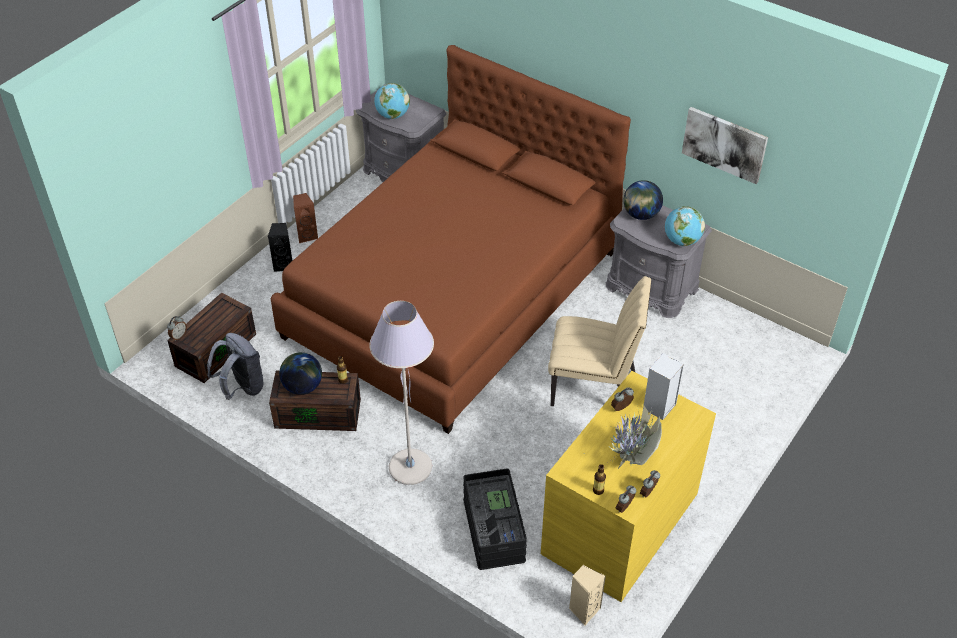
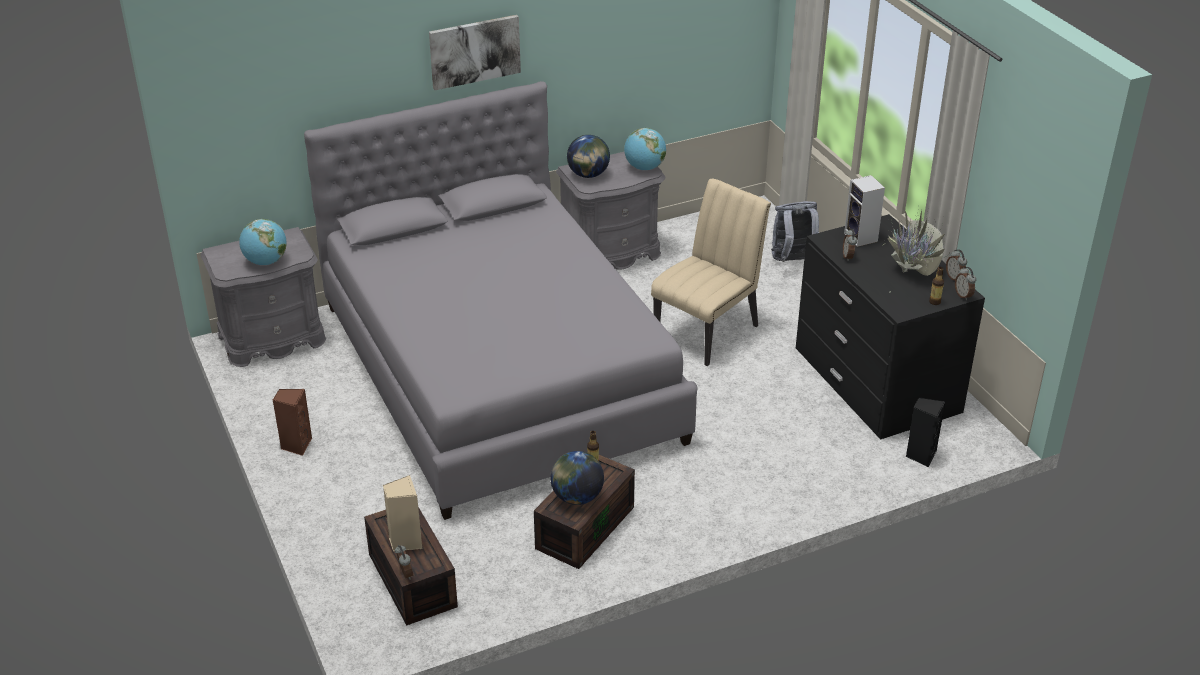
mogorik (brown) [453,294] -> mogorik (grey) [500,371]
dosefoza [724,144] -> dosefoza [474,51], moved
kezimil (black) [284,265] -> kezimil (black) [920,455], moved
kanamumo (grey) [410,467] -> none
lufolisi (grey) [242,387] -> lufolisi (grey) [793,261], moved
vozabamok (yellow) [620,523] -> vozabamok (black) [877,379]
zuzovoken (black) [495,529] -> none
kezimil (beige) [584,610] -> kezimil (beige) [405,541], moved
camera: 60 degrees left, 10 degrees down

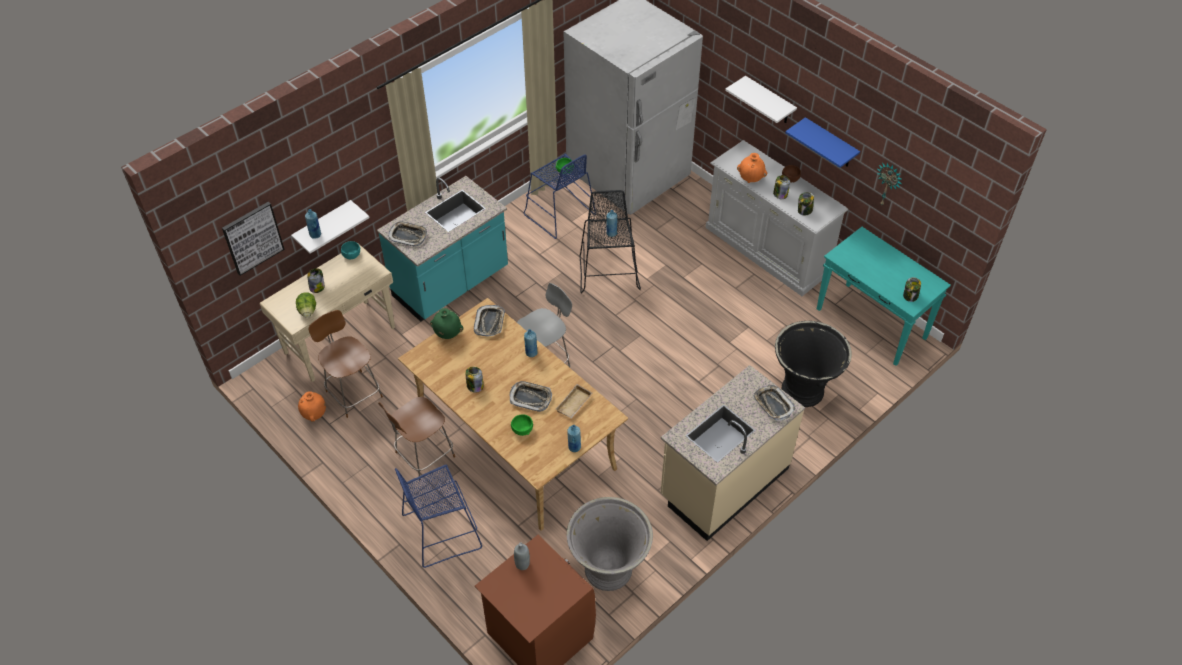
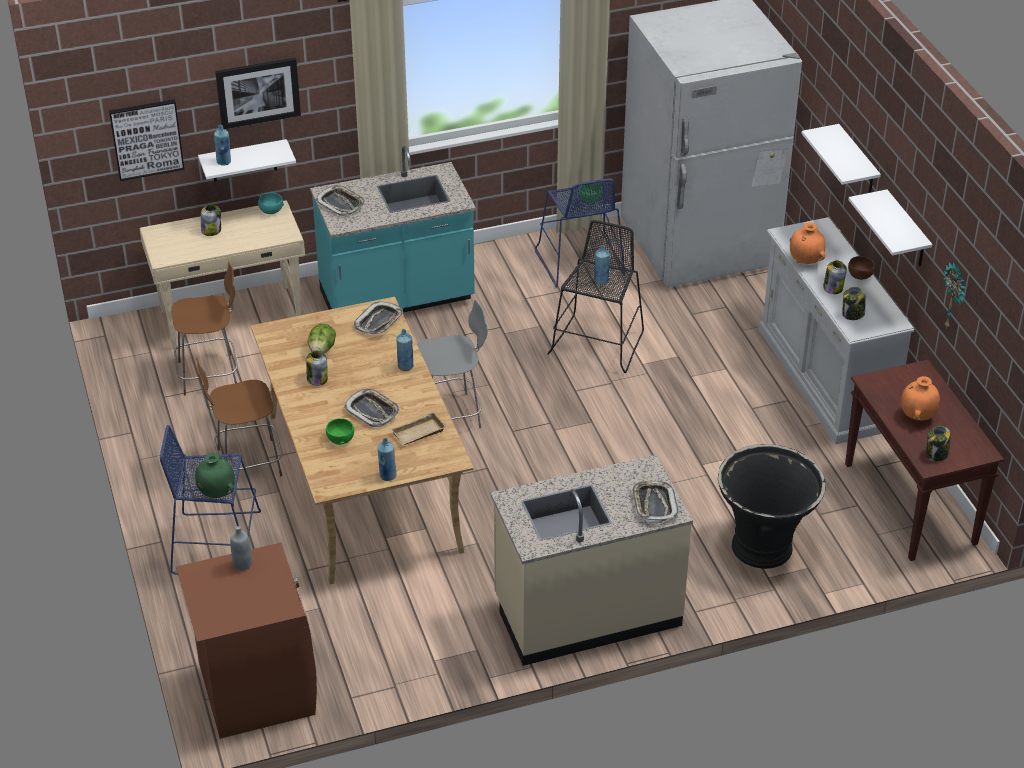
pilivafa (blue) [830,144] -> pilivafa (white) [907,231]
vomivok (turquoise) [872,324] -> vomivok (brown) [911,504]
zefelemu [308,311] -> zefelemu [322,349], moved
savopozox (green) [447,334] -> savopozox (green) [216,493], moved
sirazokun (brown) [353,392] -> sirazokun (brown) [210,374], 90 degrees clockwise
savopozox (orange) [314,415] -> savopozox (orange) [917,416], moved
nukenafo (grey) [608,570] -> none
none -> dosefoza [258,92]
camera: 25 degrees right, 10 degrees down

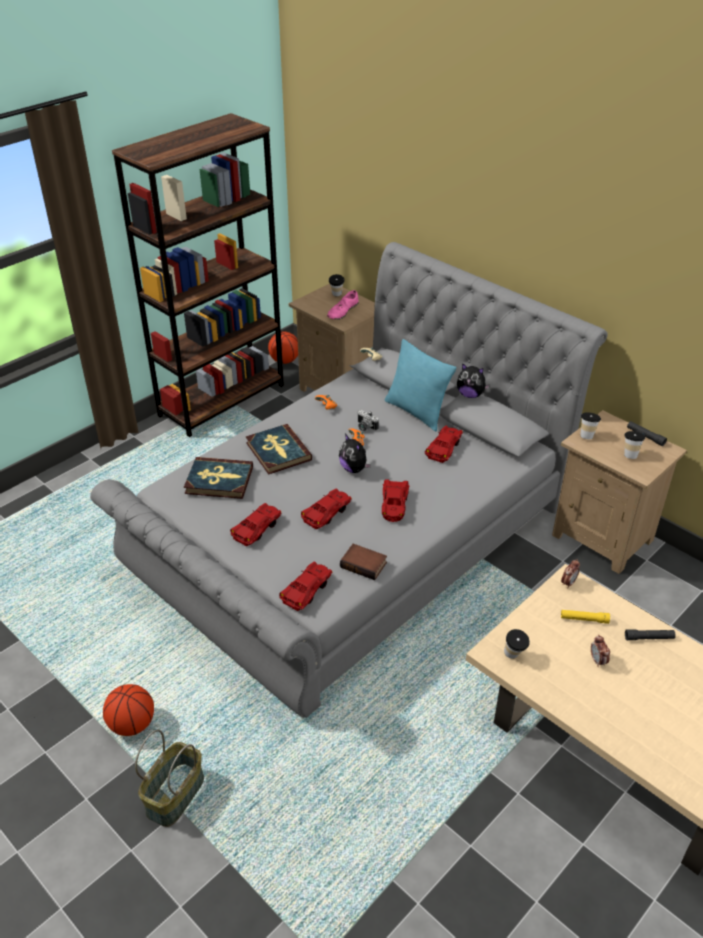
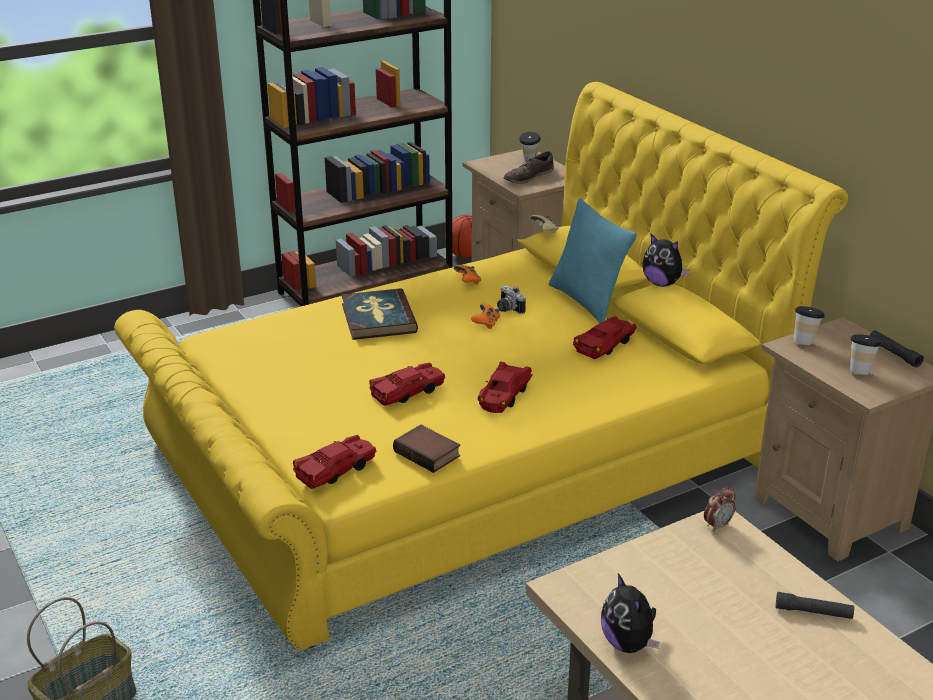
mogorik (grey) [351,533] -> mogorik (yellow) [466,452]
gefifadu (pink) [342,311] -> gefifadu (brown) [528,177]
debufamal [354,469] -> debufamal [628,643], moved
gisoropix [219,480] -> none
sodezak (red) [257,529] -> none
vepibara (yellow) [584,619] -> none
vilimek [514,656] -> none
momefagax [597,661] -> none
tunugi [132,724] -> none
camera: 15 degrees right, 10 degrees down

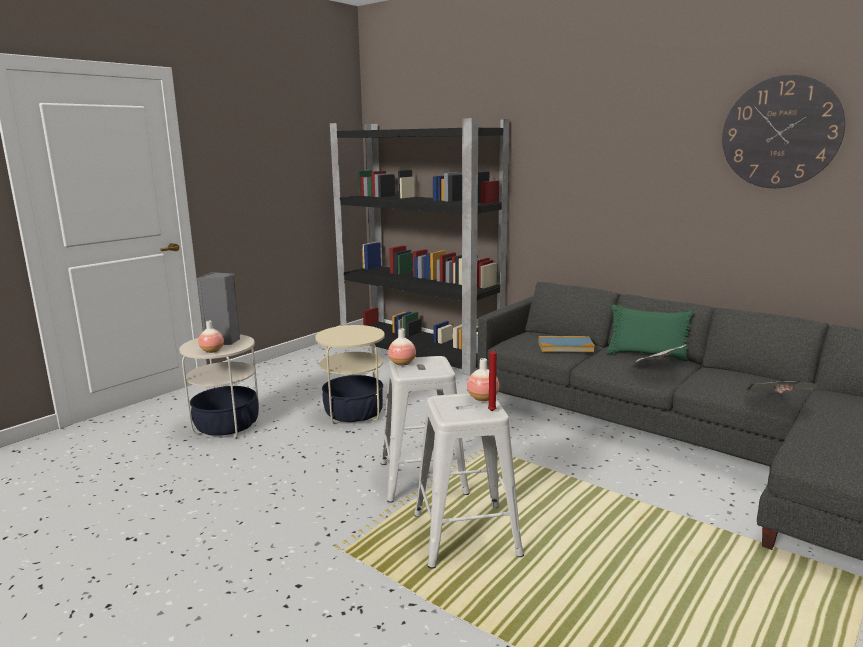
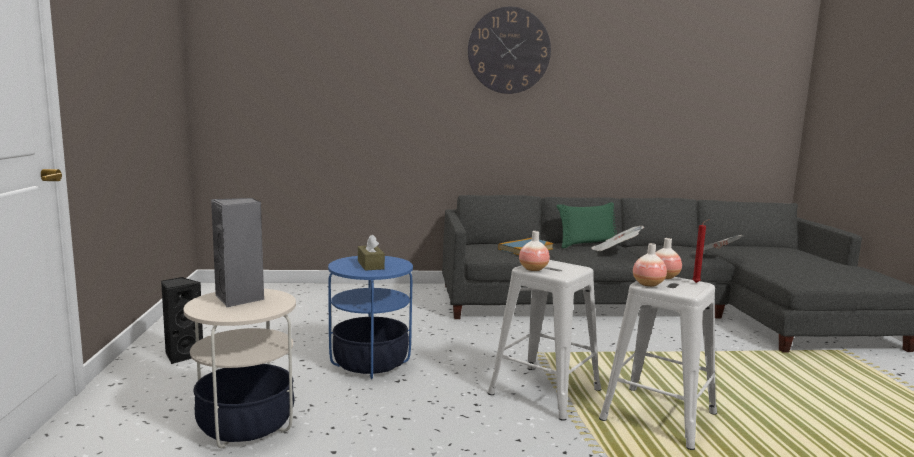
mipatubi [780,132] -> mipatubi [509,50], moved
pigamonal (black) [419,350] -> none
savopozox [212,351] -> savopozox [648,284], moved
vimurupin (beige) [354,414] -> vimurupin (blue) [370,365]
none -> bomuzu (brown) [370,265]
none -> kezimil (black) [182,355]
camera: 45 degrees left, 5 degrees down

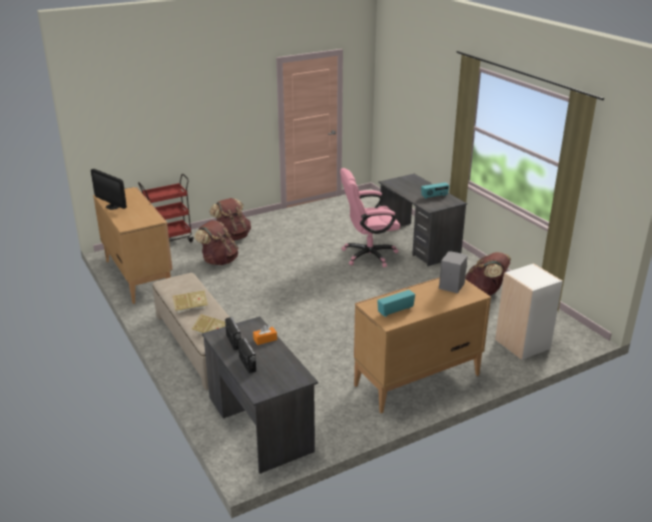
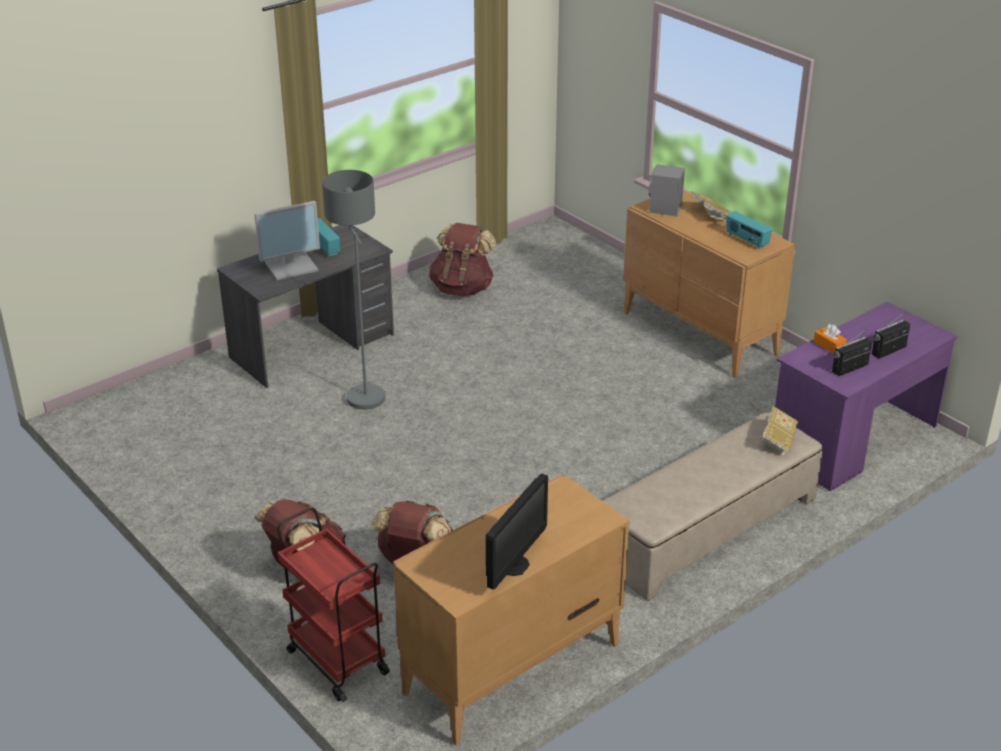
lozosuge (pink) [369,255] -> kanamumo (grey) [362,392]
pigamonal [522,344] -> none
gisoropix [190,308] -> gisoropix [709,215], moved
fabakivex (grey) [260,424] -> fabakivex (purple) [853,440]
none -> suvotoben [292,266]
camera: 100 degrees left, 5 degrees up

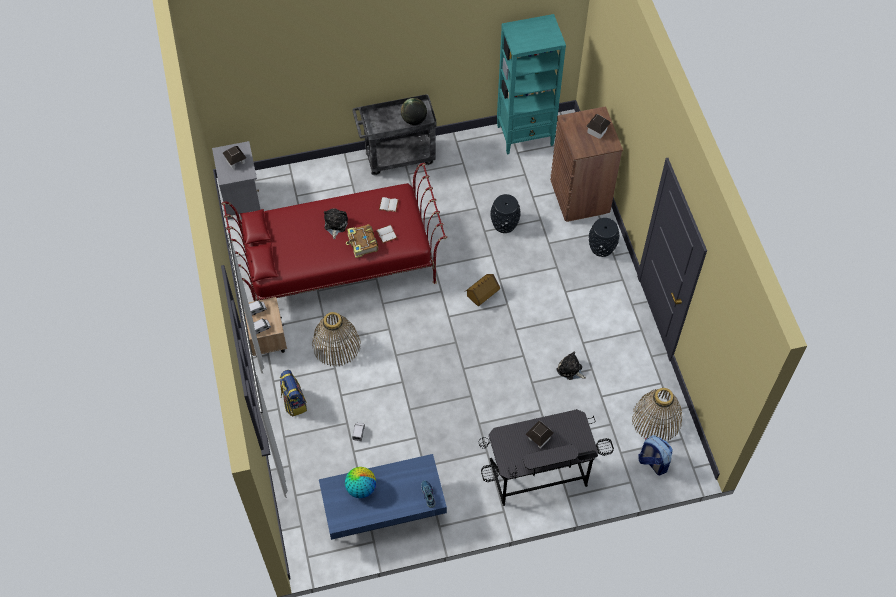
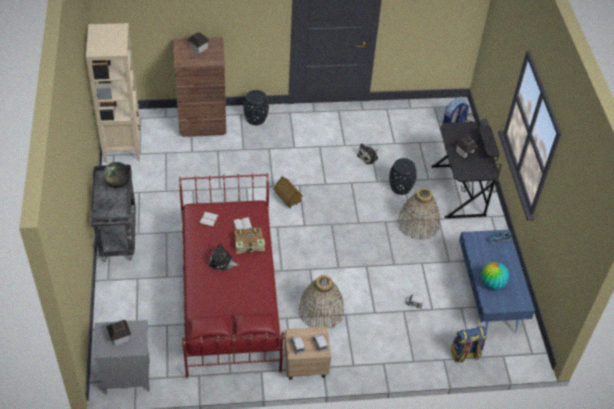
pigamonal (turquoise) [525,135] -> pigamonal (beige) [123,145]
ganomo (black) [504,224] -> ganomo (black) [400,187], moved
lufolisi [294,402] -> lufolisi [465,354], moved
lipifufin [656,419] -> lipifufin [418,223], moved
camera: 85 degrees left, 10 degrees down

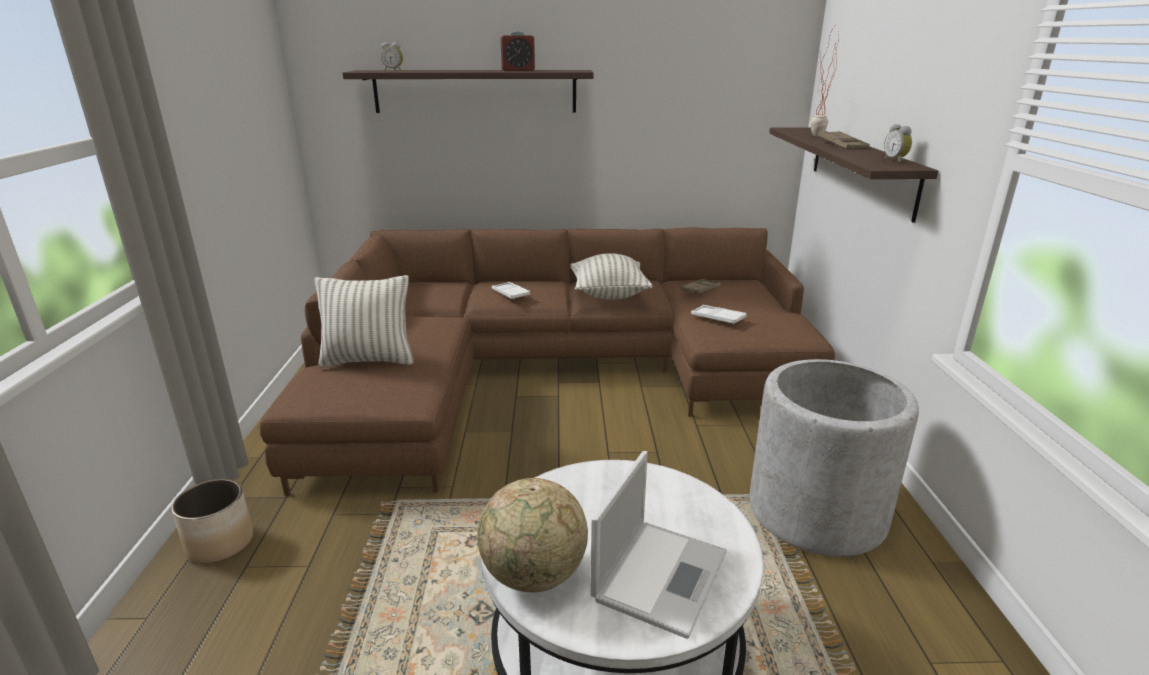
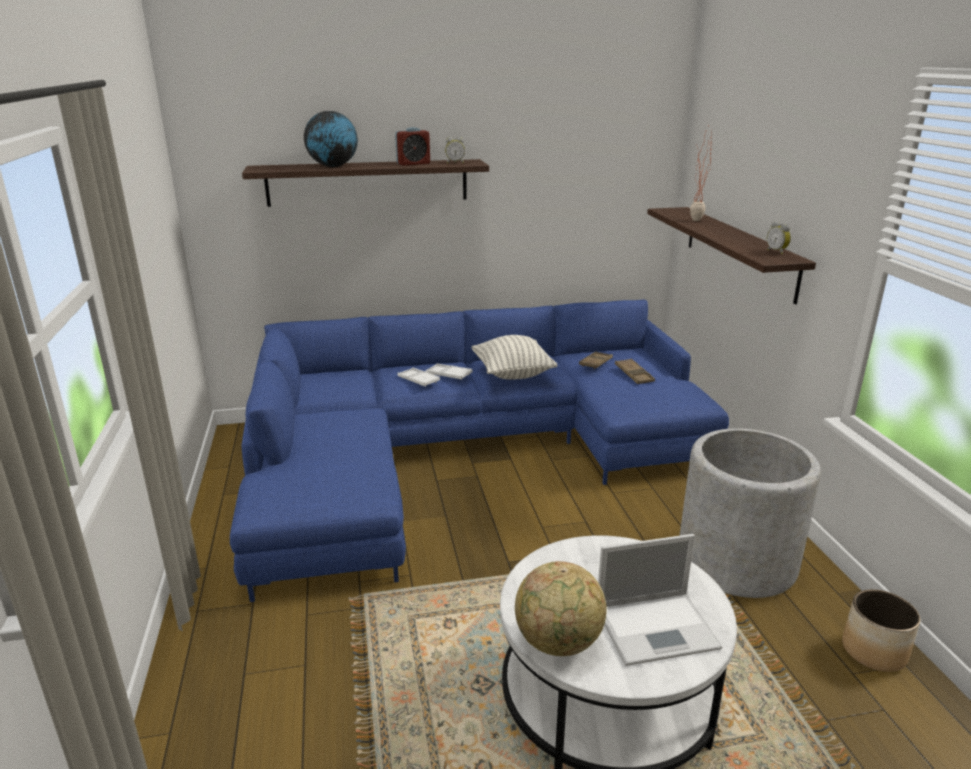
momefagax [393,70] -> momefagax [455,163], moved
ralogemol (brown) [841,145] -> ralogemol (brown) [634,375], moved
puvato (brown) [550,373] -> puvato (blue) [460,454]
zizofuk [369,360] -> none
ralogemol (white) [717,318] -> ralogemol (white) [448,375], moved
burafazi [661,573] -> burafazi [658,628], 60 degrees clockwise
nukenafo [220,543] -> nukenafo [874,651], moved
none -> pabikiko [333,166]
camera: 10 degrees left, 0 degrees up

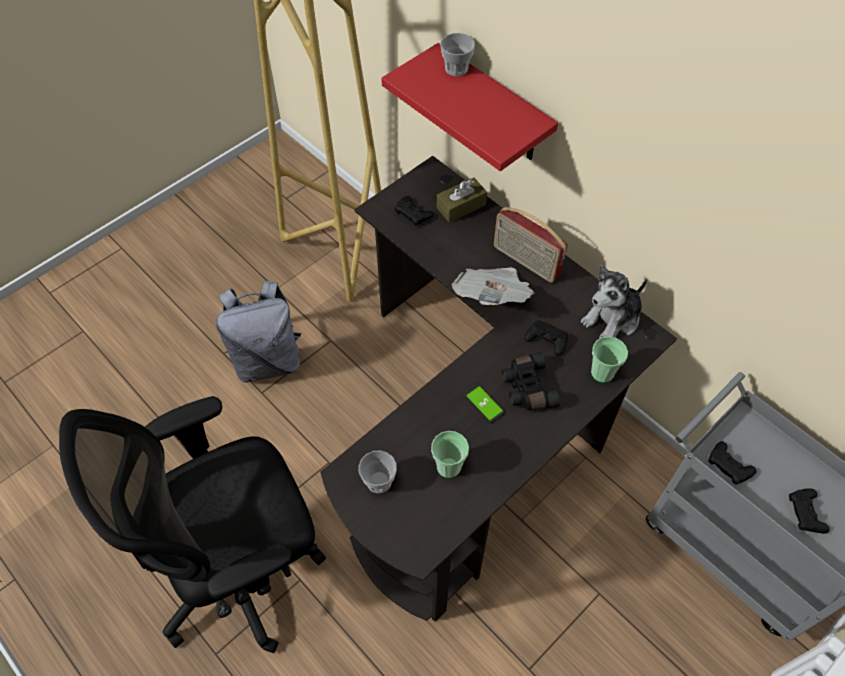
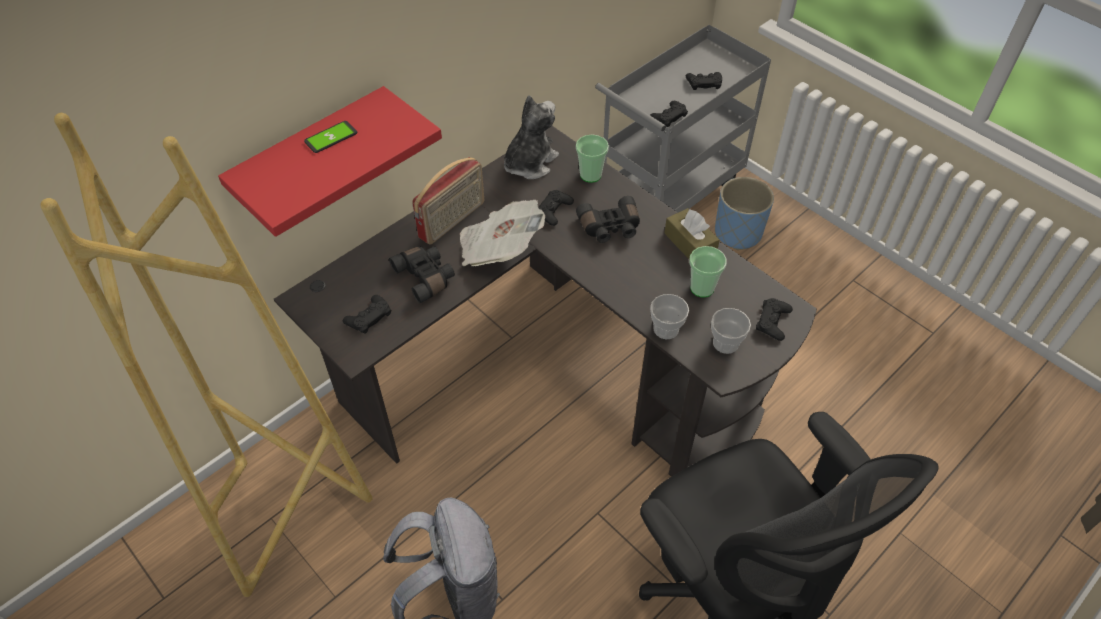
vilimek [456,69] -> vilimek [666,329], moved
bomuzu (brown) [461,206] -> bomuzu (brown) [690,244], moved
debufamal [612,319] -> debufamal [529,163], 105 degrees counterclockwise
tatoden [484,404] -> tatoden [331,137], moved
none -> nukenafo (blue) [738,233]
none -> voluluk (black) [426,277]
none -> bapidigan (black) [773,322]
camera: 90 degrees left, 5 degrees down

